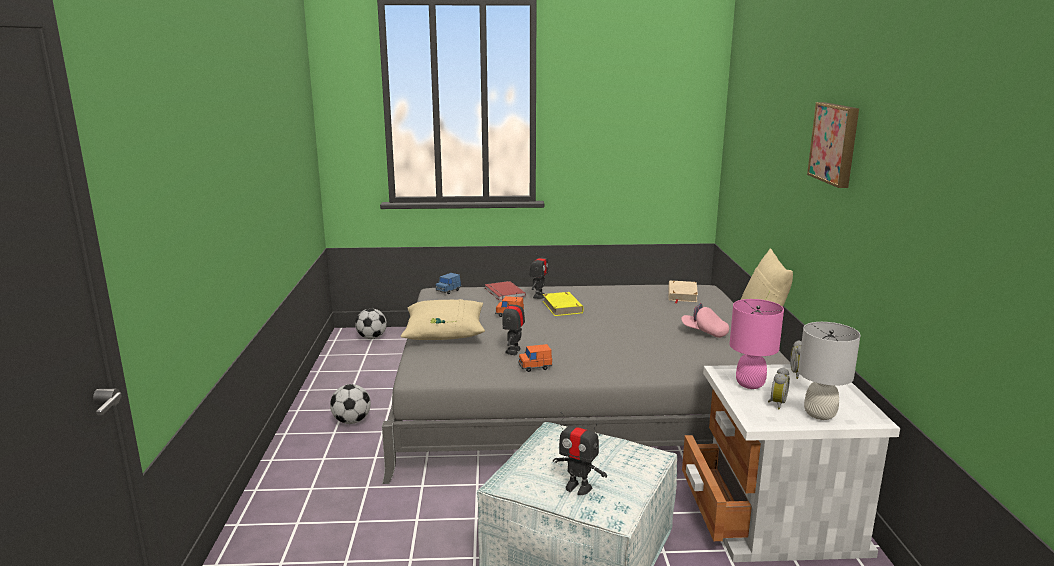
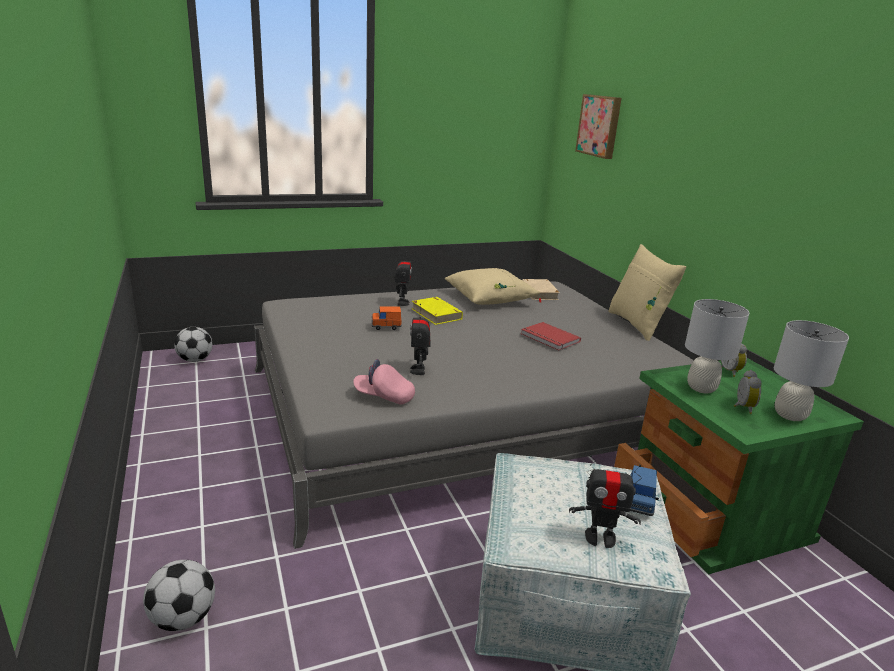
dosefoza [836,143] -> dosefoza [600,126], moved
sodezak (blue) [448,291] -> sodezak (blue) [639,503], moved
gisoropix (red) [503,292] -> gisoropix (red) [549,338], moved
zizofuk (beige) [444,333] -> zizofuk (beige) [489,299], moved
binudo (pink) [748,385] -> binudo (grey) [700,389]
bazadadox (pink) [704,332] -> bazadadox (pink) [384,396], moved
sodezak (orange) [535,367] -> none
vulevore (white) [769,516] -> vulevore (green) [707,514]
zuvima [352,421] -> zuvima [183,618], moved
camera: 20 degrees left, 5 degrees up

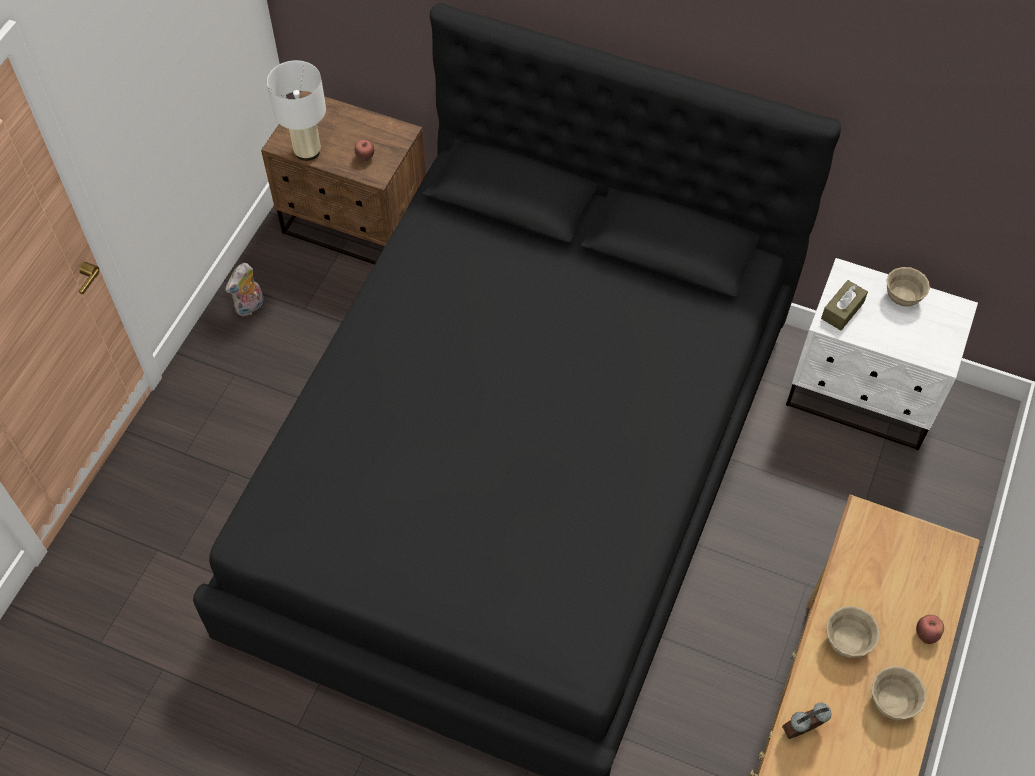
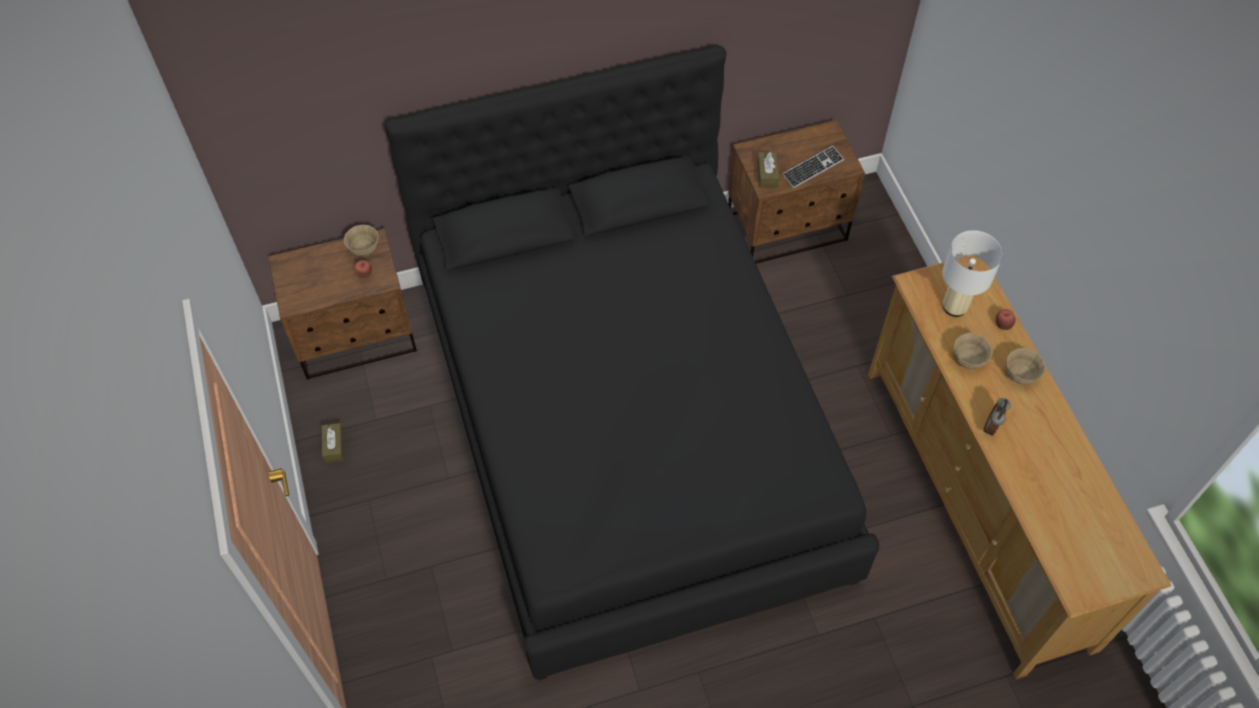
binudo (white) [308,151] -> binudo (white) [955,306], moved
vulevore (white) [862,396] -> vulevore (brown) [787,229]
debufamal [250,307] -> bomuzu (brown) [334,446]
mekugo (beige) [902,298] -> mekugo (beige) [364,249], moved
none -> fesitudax [813,168]
camera: 40 degrees left, 0 degrees up

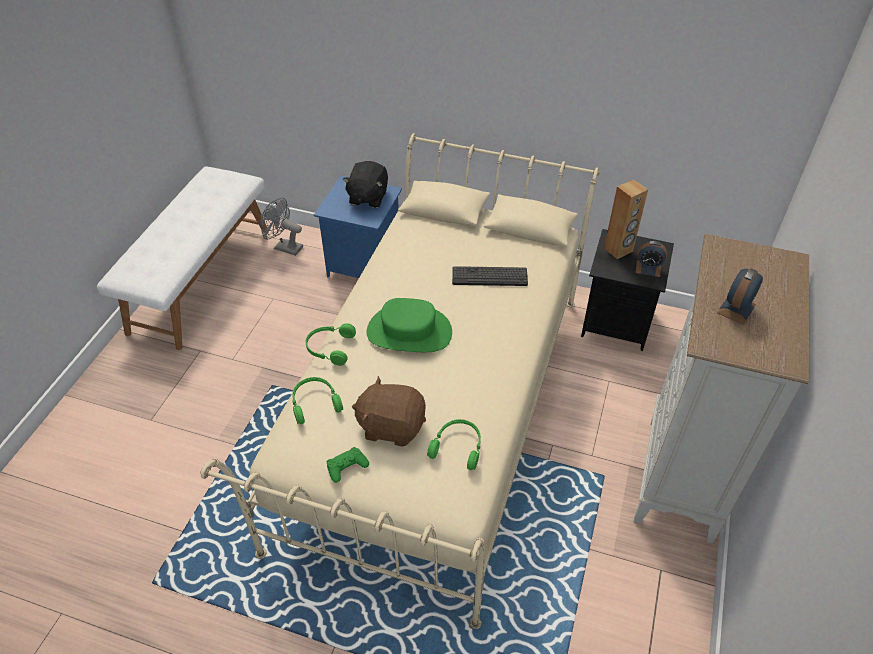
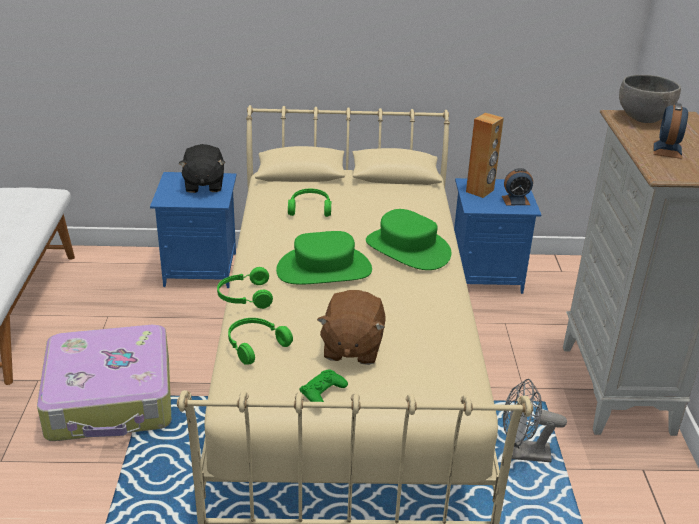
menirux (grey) [284,247] -> menirux (grey) [523,453], moved
vulevore (black) [618,321] -> vulevore (blue) [487,274]
fesitudax [489,277] -> none
debufamal (brown) [391,426] -> debufamal (brown) [351,348], 75 degrees counterclockwise
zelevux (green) [458,447] -> zelevux (green) [310,208], moved
none -> mekugo (grey) [644,118]
none -> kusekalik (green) [407,249]
none -> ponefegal [111,399]
camera: 20 degrees left, 15 degrees down

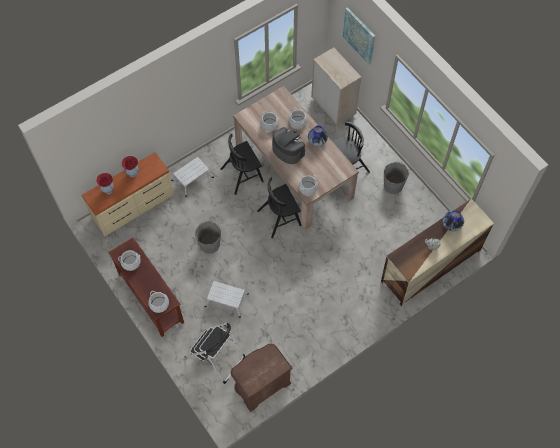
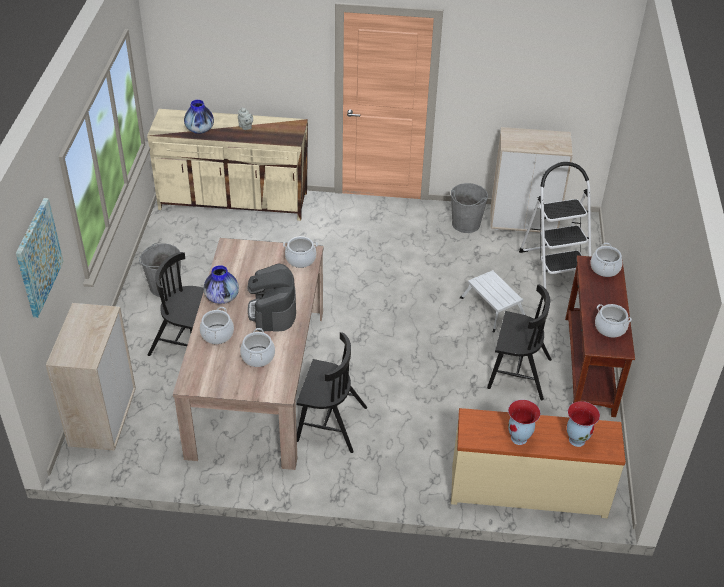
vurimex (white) [192,178] -> none
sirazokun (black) [281,217] -> sirazokun (black) [515,372], moved
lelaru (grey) [209,244] -> lelaru (grey) [465,224], moved
vulevore (brown) [260,384] -> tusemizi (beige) [523,223]
camera: 140 degrees left, 20 degrees down

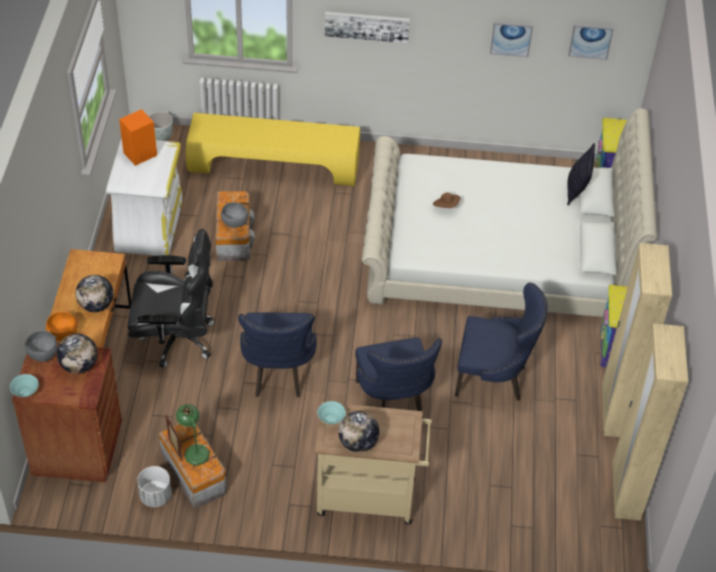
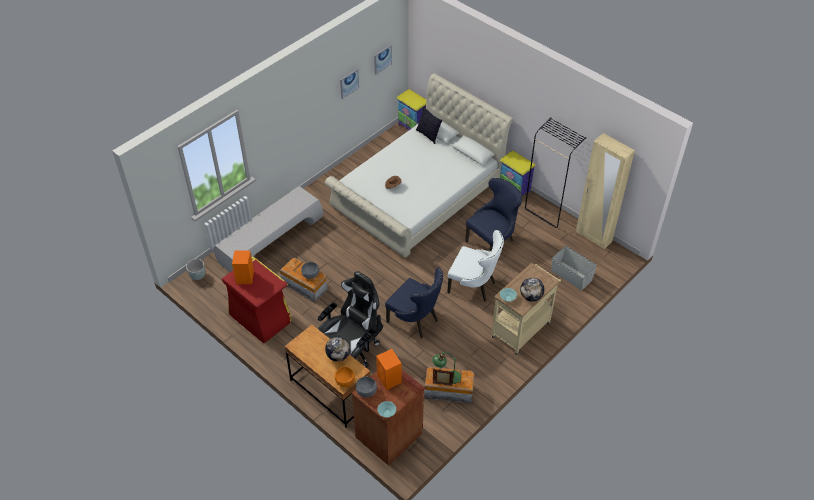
dosefoza [367,26] -> none
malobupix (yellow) [274,164] -> malobupix (grey) [270,240]
vulevore (white) [150,225] -> vulevore (red) [260,317]
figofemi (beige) [614,412] -> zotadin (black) [547,212]
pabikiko [79,365] -> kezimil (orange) [389,379]
sirazokun (blue) [394,403] -> sirazokun (white) [474,286]
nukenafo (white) [155,496] -> none
none -> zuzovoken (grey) [571,275]
camera: 50 degrees left, 0 degrees up

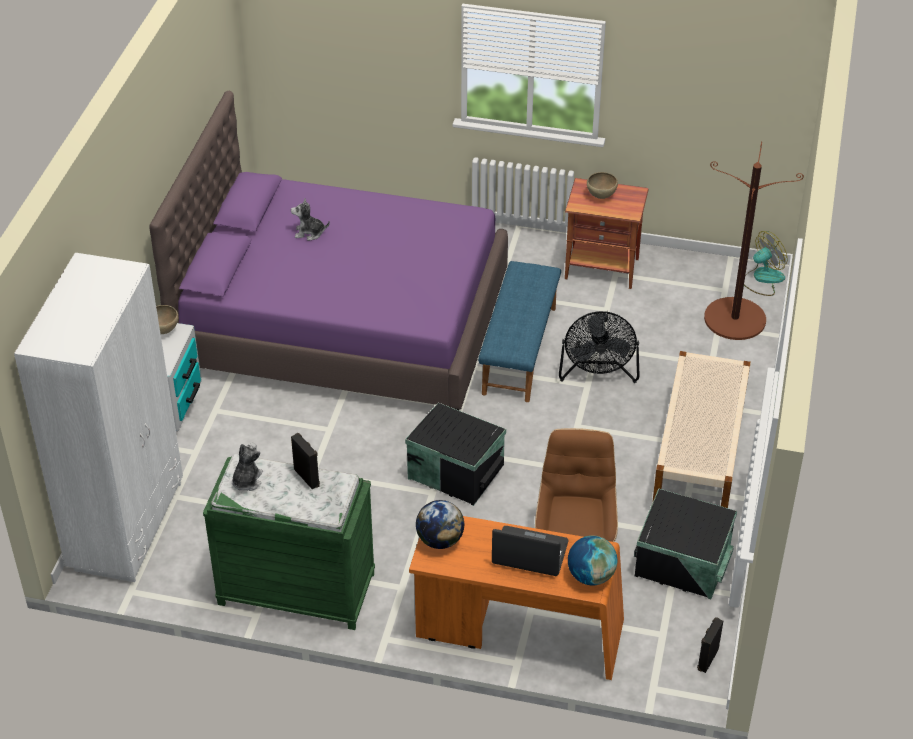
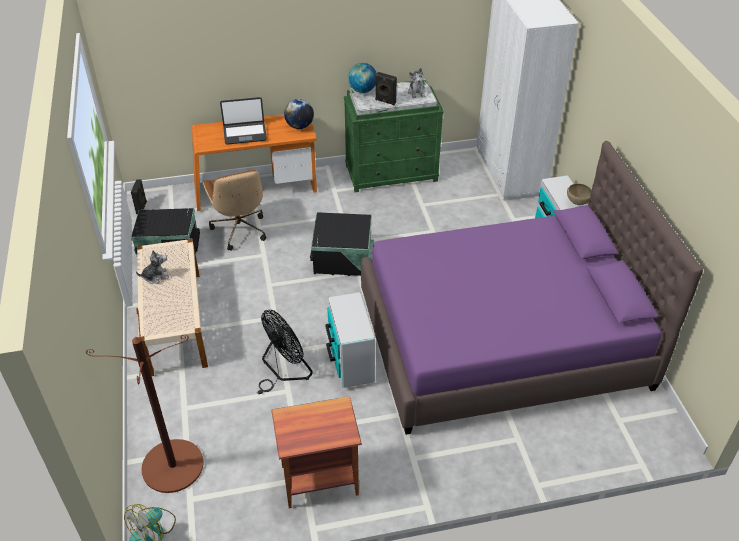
mekugo (brown) [601,196] -> none
debufamal [309,233] -> debufamal [155,276], moved
malobupix (blue) [518,350] -> vulevore (white) [350,364]
menirux (black) [595,370] -> menirux (black) [280,367], 75 degrees clockwise
pabikiko [591,576] -> pabikiko [362,90], moved
camera: 155 degrees right, 0 degrees up

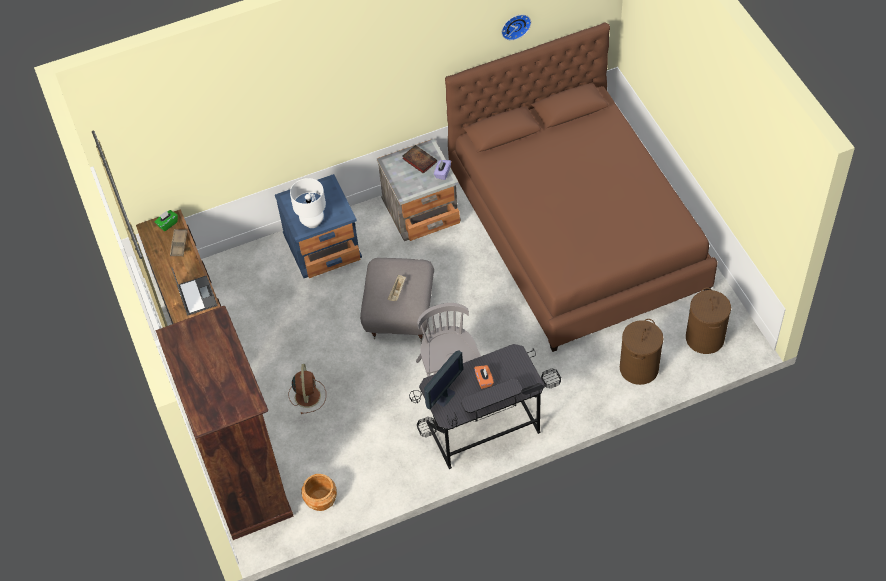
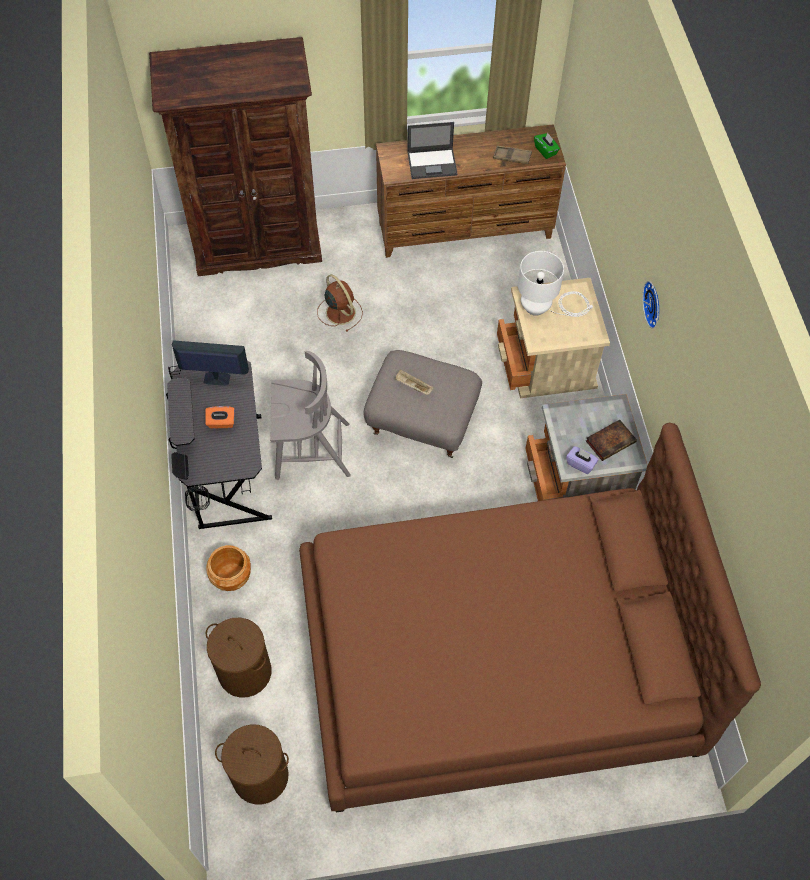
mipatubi [515,25] -> mipatubi [654,304], moved
vulevore (blue) [324,248] -> vulevore (beige) [545,362]
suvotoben [445,396] -> suvotoben [216,378], 135 degrees clockwise
menirux (brown) [307,395] -> menirux (brown) [340,311], 135 degrees counterclockwise
nukenafo (brown) [321,500] -> nukenafo (brown) [231,577], moved
camera: 100 degrees right, 5 degrees up

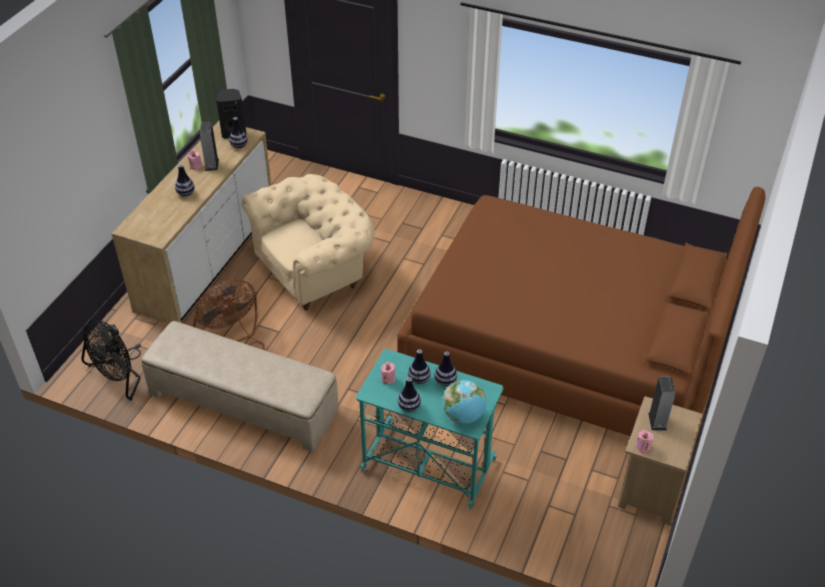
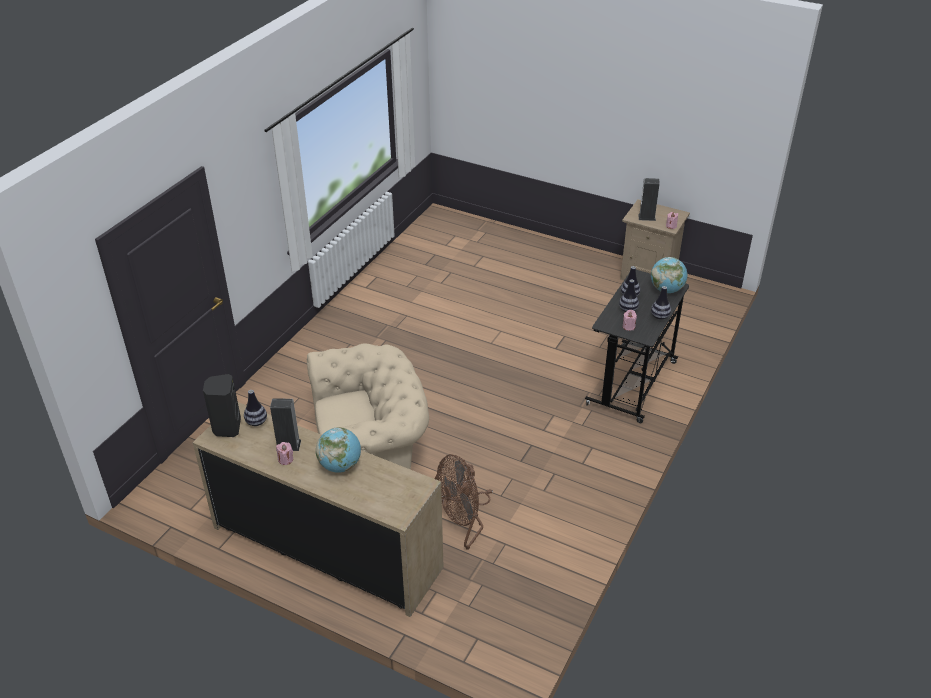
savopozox [186,193] -> pabikiko [340,465]
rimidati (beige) [316,271] -> rimidati (beige) [371,451], 105 degrees clockwise
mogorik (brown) [567,345] -> none
menirux (black) [119,373] -> none
malobupix (beige) [242,402] -> none
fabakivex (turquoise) [428,465] -> fabakivex (black) [631,383]
camera: 85 degrees left, 5 degrees down

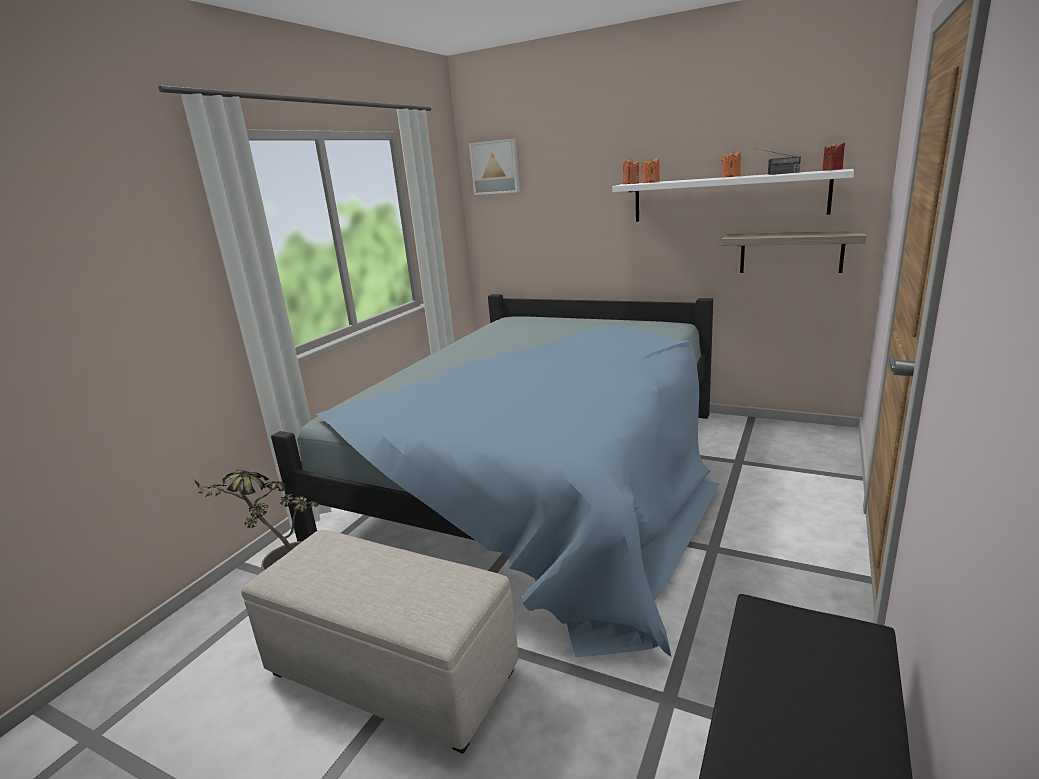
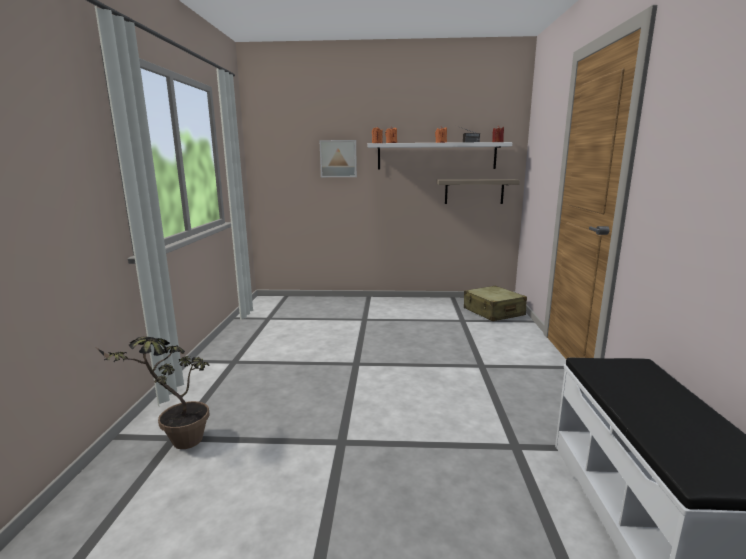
dosefoza [495,167] -> dosefoza [338,158], moved
mogorik (blue) [544,479] -> none
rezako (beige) [393,673] -> none
none -> ponefegal (beige) [493,312]
camera: 25 degrees left, 5 degrees down

